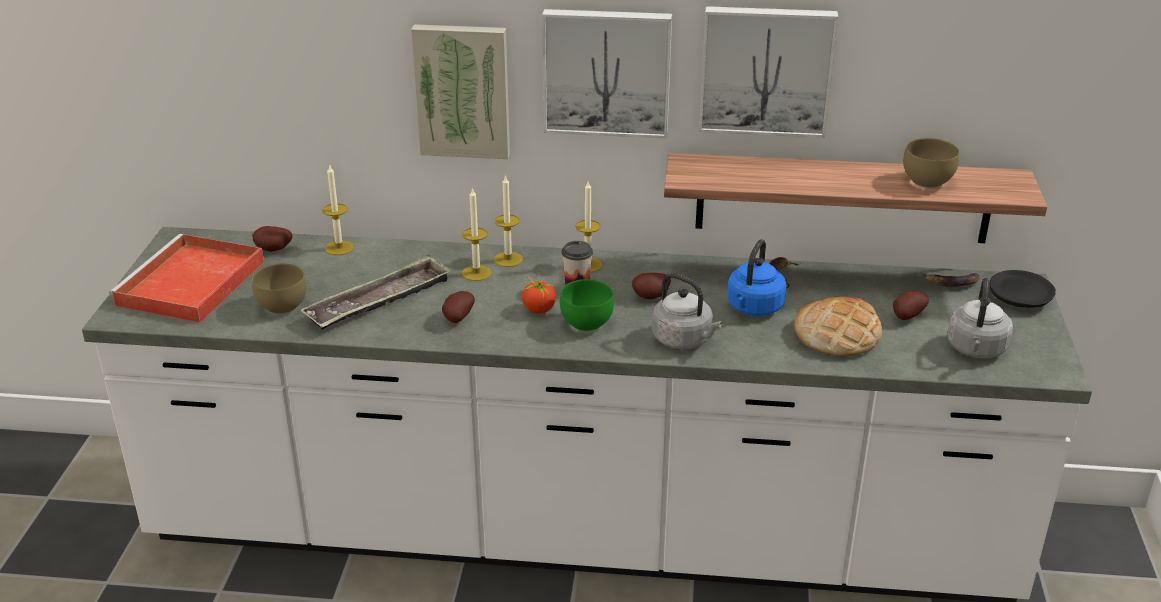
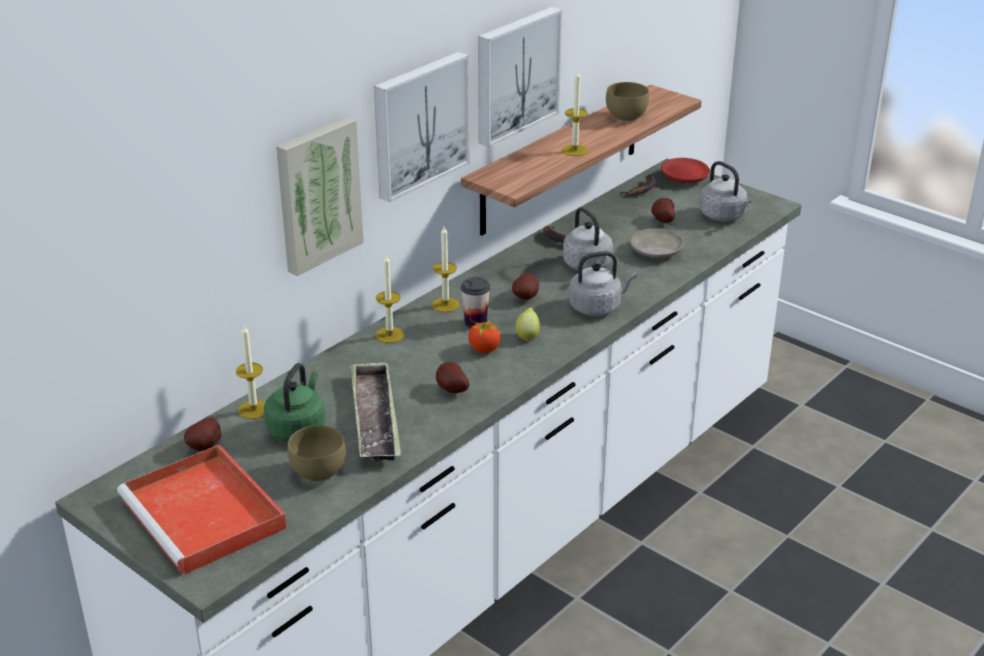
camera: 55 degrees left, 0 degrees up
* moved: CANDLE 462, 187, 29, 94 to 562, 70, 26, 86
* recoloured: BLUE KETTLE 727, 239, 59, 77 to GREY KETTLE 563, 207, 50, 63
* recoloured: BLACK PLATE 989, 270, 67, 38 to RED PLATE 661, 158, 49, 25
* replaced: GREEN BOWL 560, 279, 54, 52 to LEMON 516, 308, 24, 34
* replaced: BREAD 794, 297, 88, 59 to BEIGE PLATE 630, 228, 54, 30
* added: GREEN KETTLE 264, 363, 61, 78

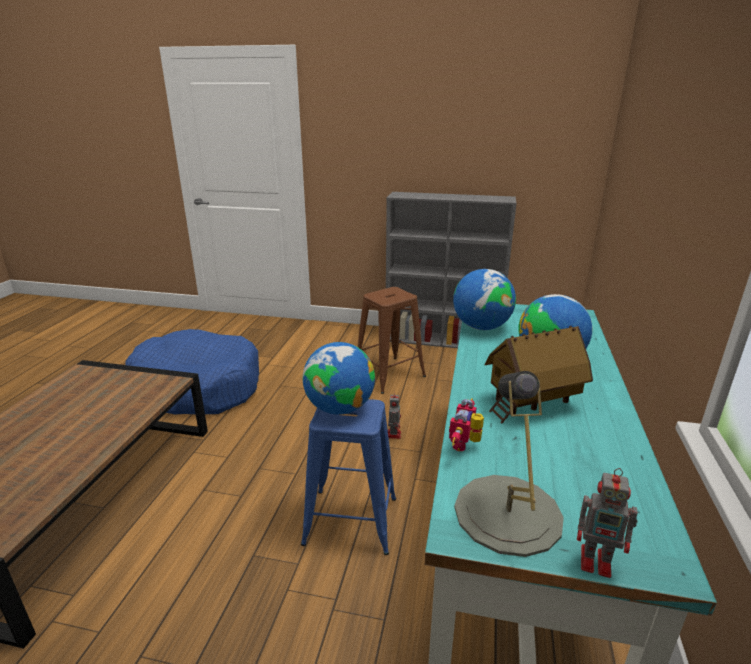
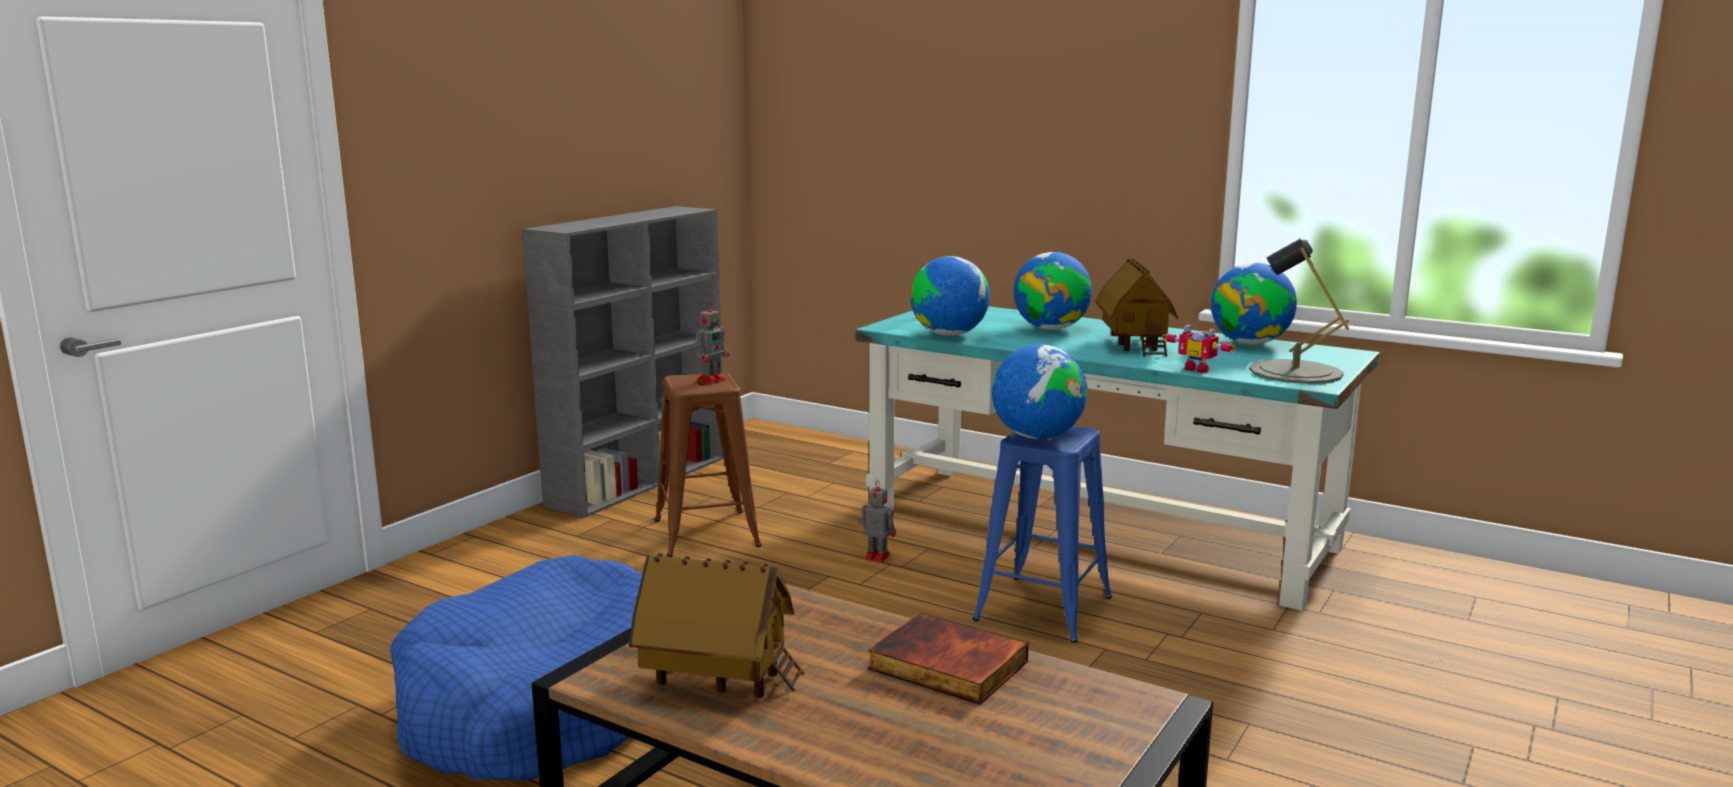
camera: 70 degrees left, 10 degrees down
* moved: TOY ROBOT 577, 468, 60, 110 to 697, 303, 32, 80
* added: GLOBE 1211, 262, 86, 83
* added: TOY HOUSE 629, 554, 176, 144
* added: BOOK 868, 612, 161, 93

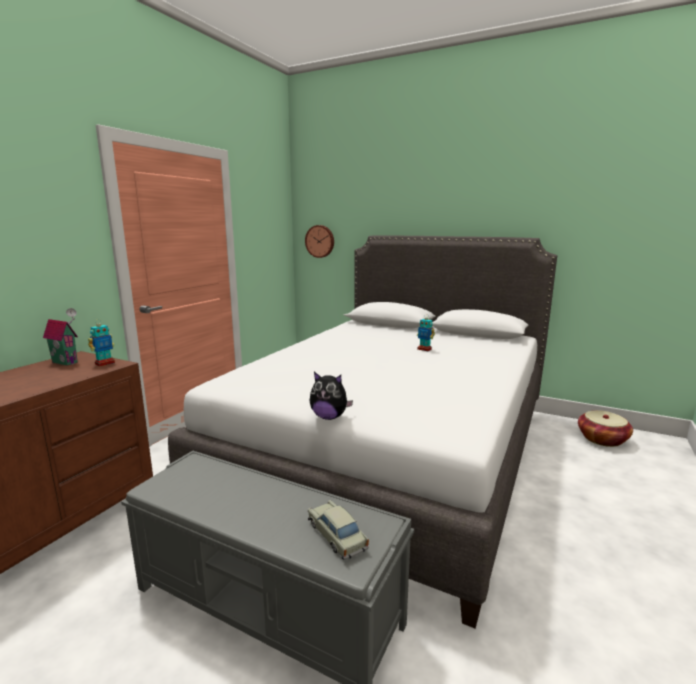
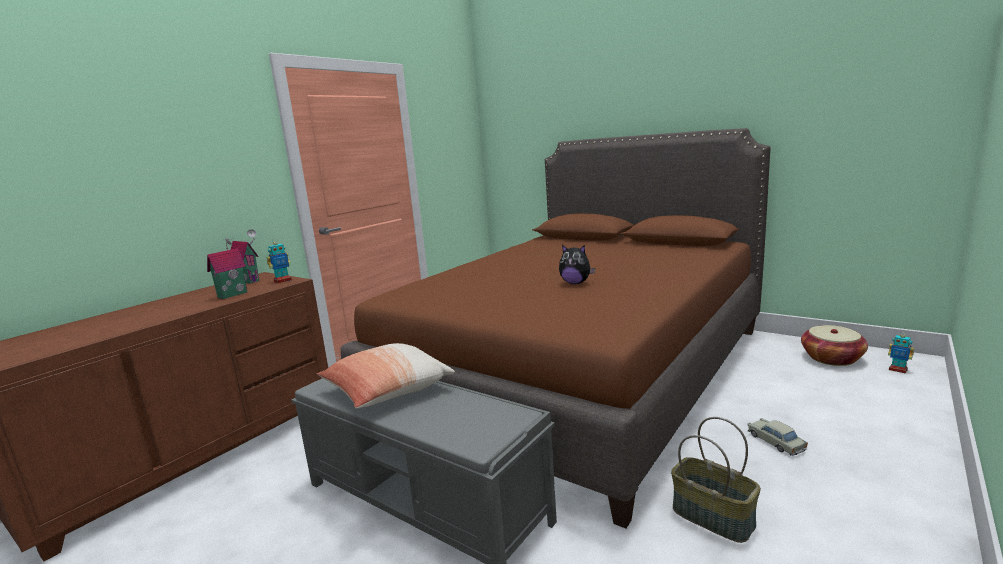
camera: 10 degrees right, 0 degrees up
* removed: WALL CLOCK 305, 225, 29, 33
* recoloured: WHITE BED 168, 236, 389, 392 to BROWN BED 341, 128, 430, 401
* moved: TOY ROBOT 417, 314, 18, 37 to 888, 334, 26, 40
* moved: PLUSH TOY 309, 372, 44, 48 to 559, 245, 36, 39
* moved: BEIGE TOY CAR 308, 500, 61, 60 to 747, 418, 61, 38
* added: TOY HOUSE 207, 238, 40, 61
* added: PILLOW 317, 343, 138, 66
* added: BASKET 671, 417, 90, 126

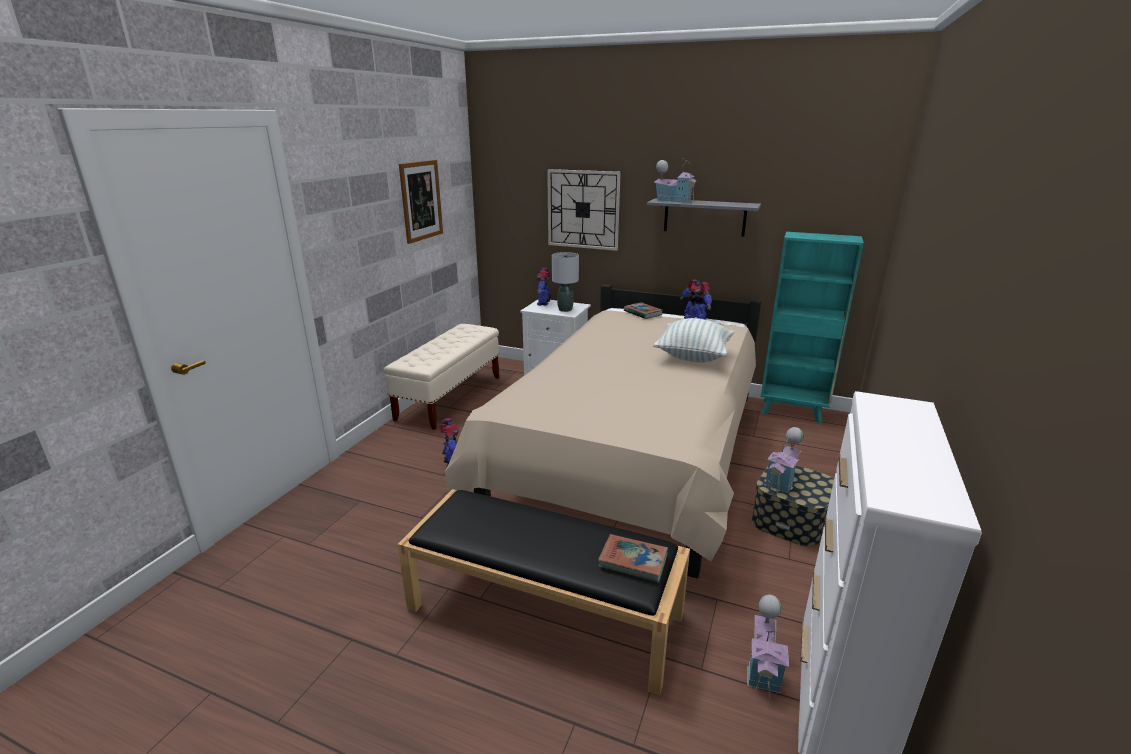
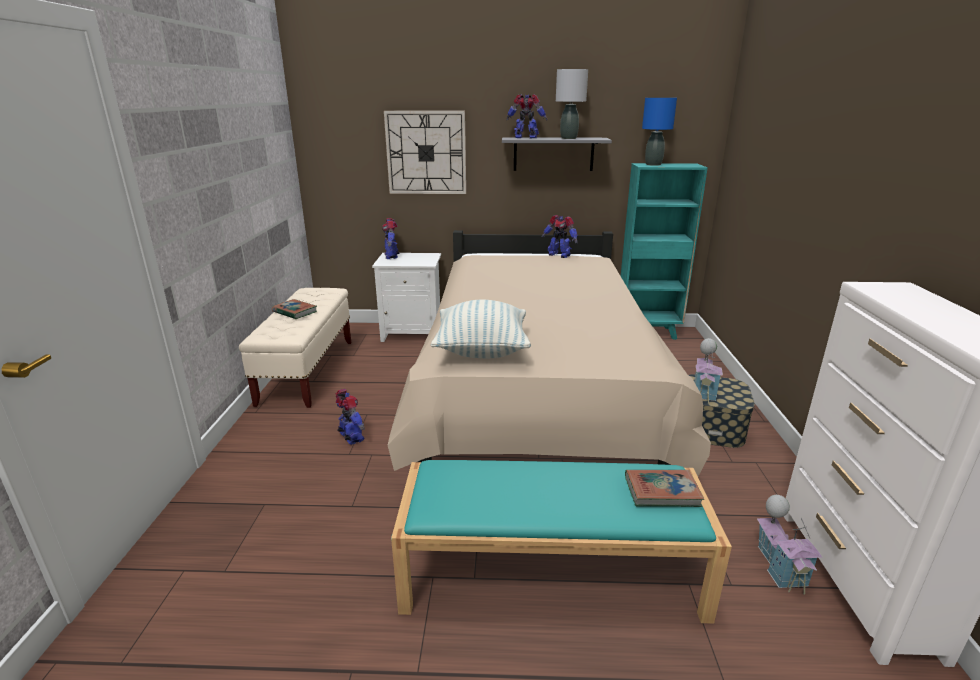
camera: 20 degrees left, 0 degrees up
* replaced: TOY HOUSE 654, 159, 44, 44 to TOY ROBOT 506, 94, 41, 44
* removed: PICTURE 399, 160, 44, 84
* moved: GREY TABLE LAMP 552, 252, 27, 60 to 556, 69, 32, 70
* moved: BOOK 624, 302, 38, 17 to 272, 299, 45, 20
* moved: PILLOW 653, 318, 81, 44 to 431, 300, 100, 58
* recoloured: BLACK BENCH 398, 489, 292, 207 to TURQUOISE BENCH 391, 460, 341, 164
* added: BLUE TABLE LAMP 642, 98, 35, 68

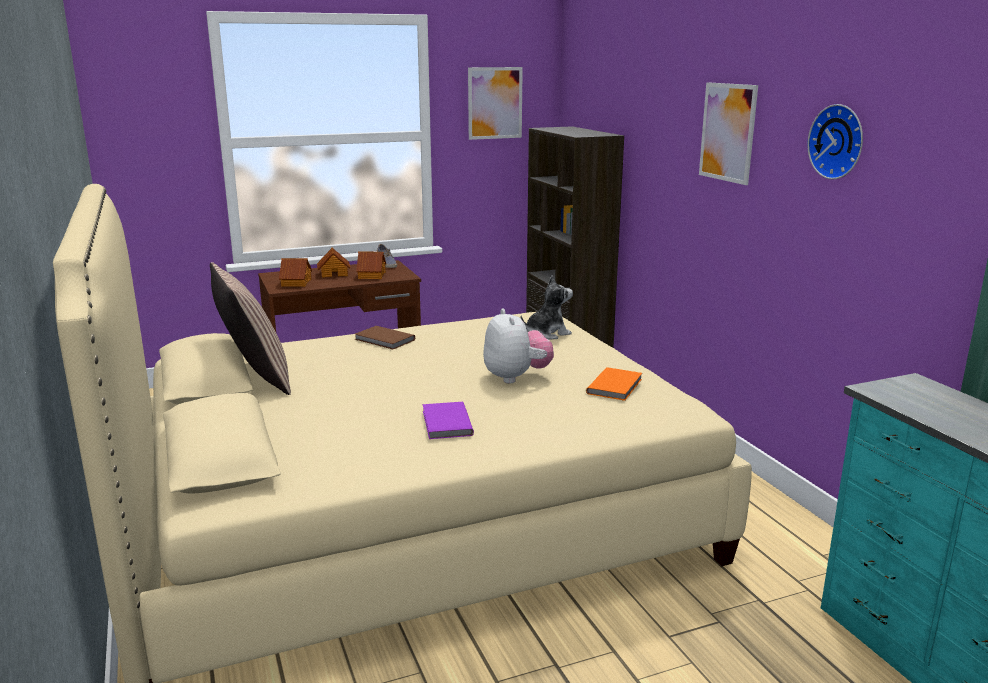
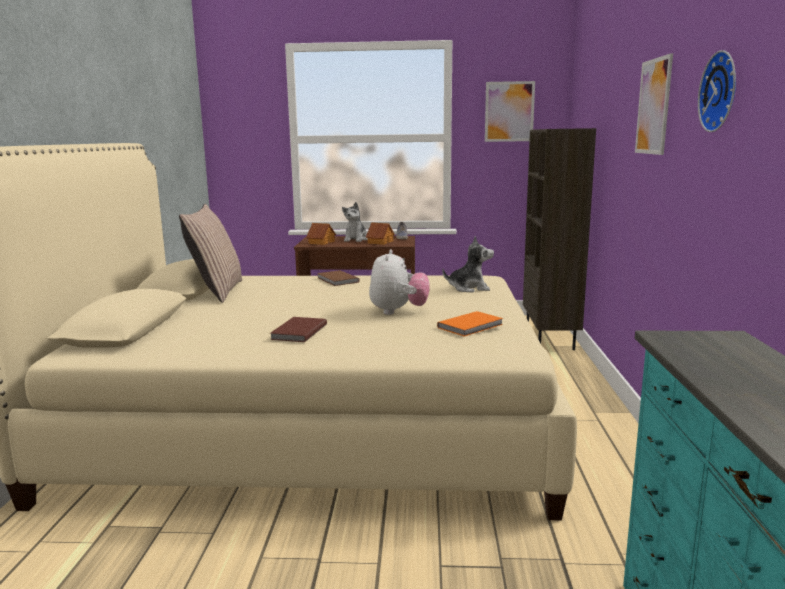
camera: 25 degrees right, 5 degrees down
* replaced: TOY HOUSE 317, 248, 34, 30 to PLUSH TOY 342, 202, 26, 40
* recoloured: PURPLE BOOK 423, 402, 51, 37 to BROWN BOOK 270, 317, 57, 25

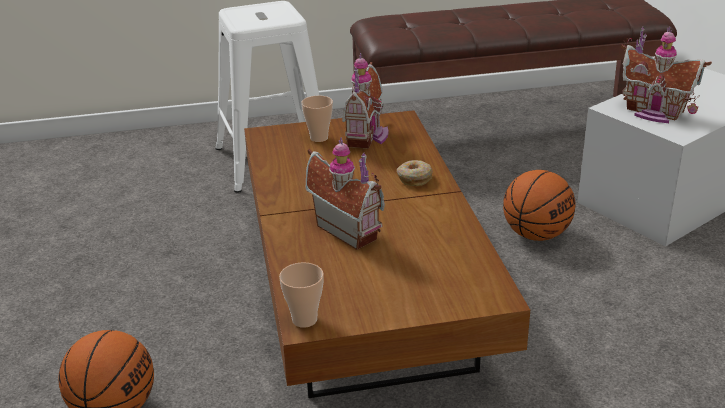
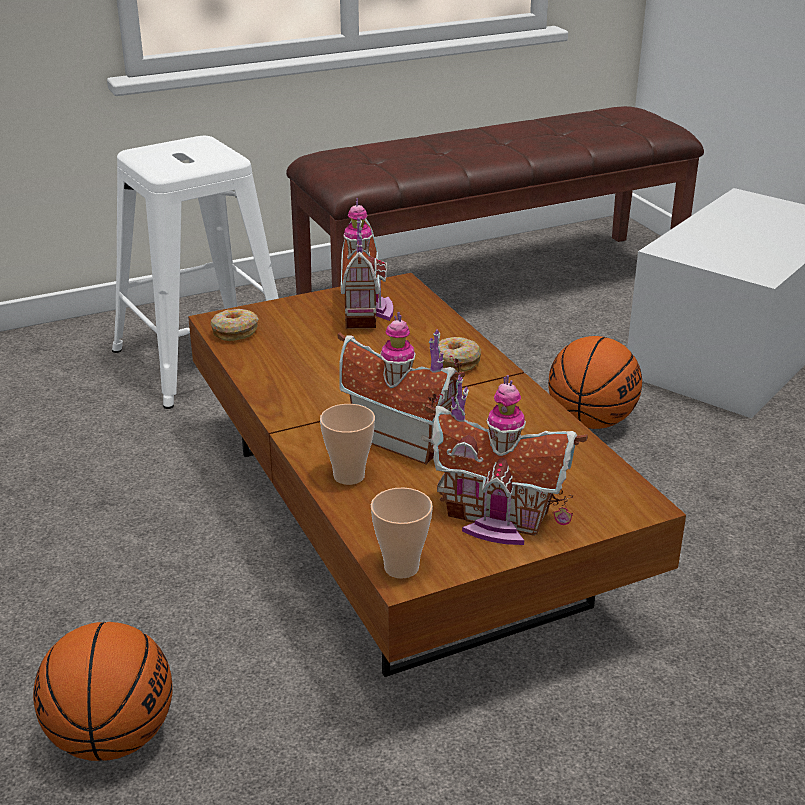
camera: 15 degrees left, 0 degrees up
* moved: TOY HOUSE 621, 27, 91, 96 to 425, 374, 163, 171
* moved: CUP 301, 96, 32, 46 to 320, 404, 55, 81
* added: DONUT 211, 309, 48, 32

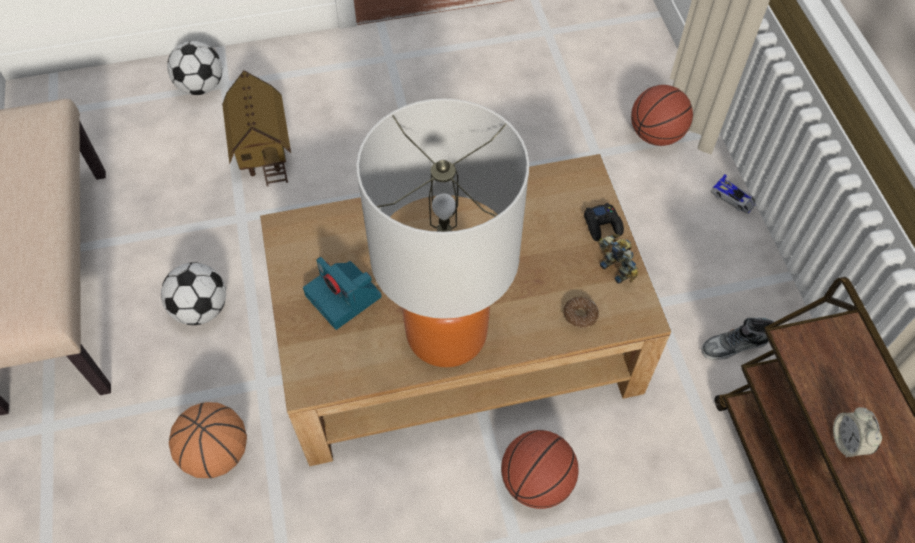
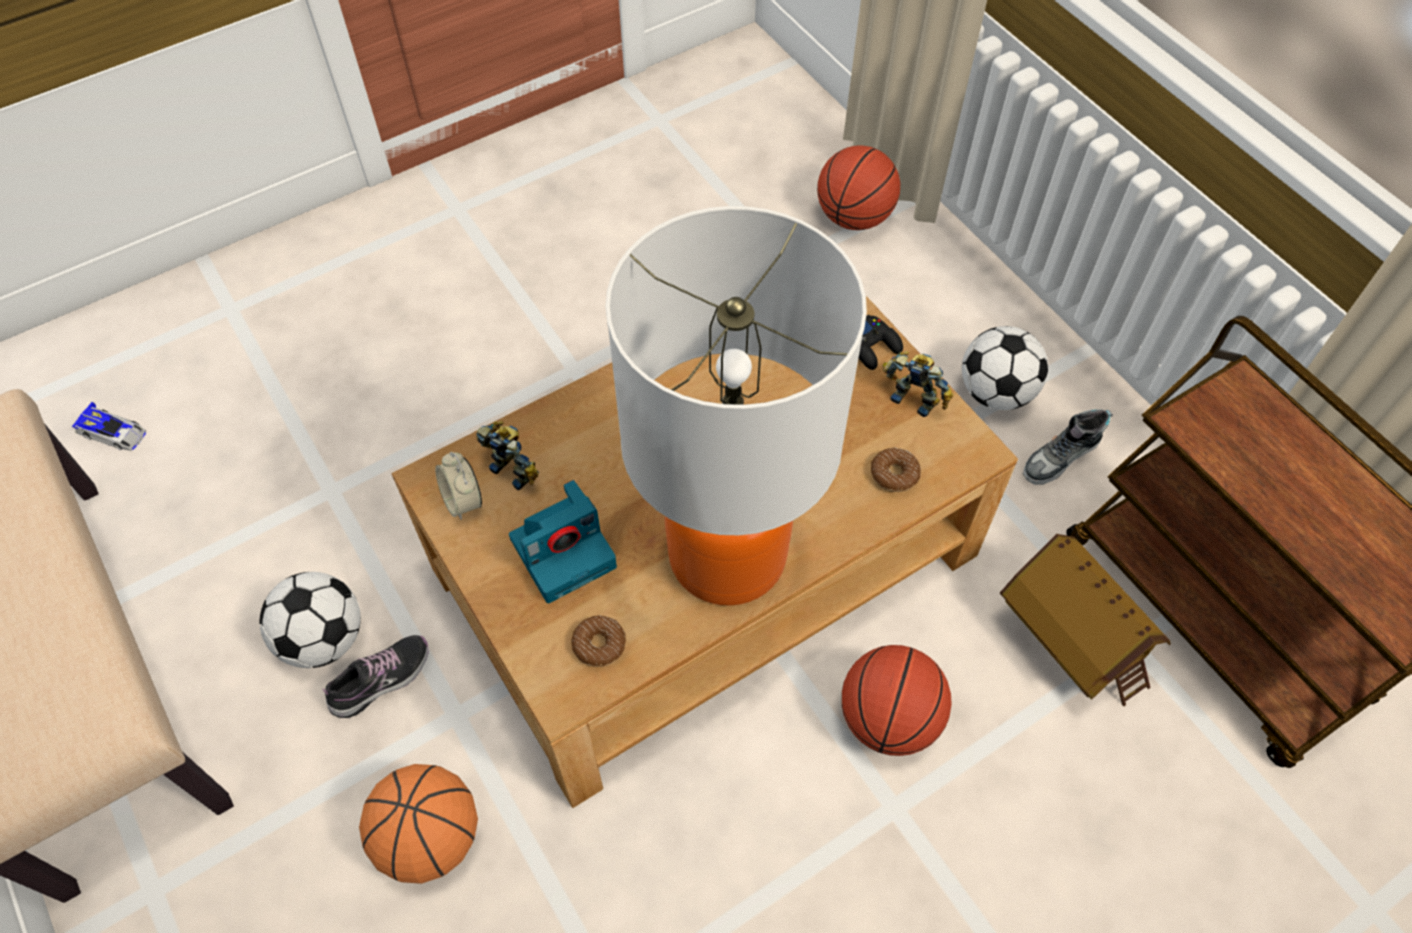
camera: 20 degrees left, 0 degrees up
* moved: FOOTBALL 167, 41, 55, 54 to 962, 326, 86, 84
* moved: TOY HOUSE 222, 70, 69, 116 to 1000, 534, 171, 172
* moved: TOY CAR 711, 174, 45, 39 to 72, 402, 74, 49
* turned: PHOTO CAMERA 303, 257, 79, 73 = 509, 480, 108, 123 60 degrees counterclockwise
* moved: ALARM CLOCK 833, 407, 49, 51 to 435, 452, 47, 68
* added: TOY ROBOT 476, 421, 63, 69
* added: DONUT 571, 615, 55, 52
* added: SHOE 323, 635, 105, 83

